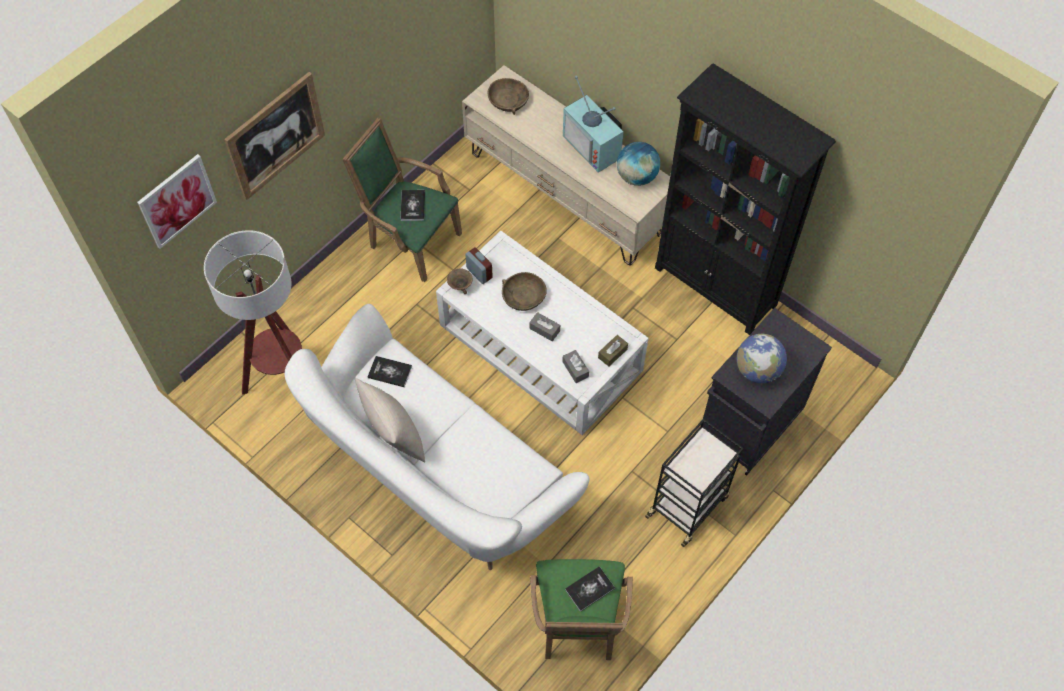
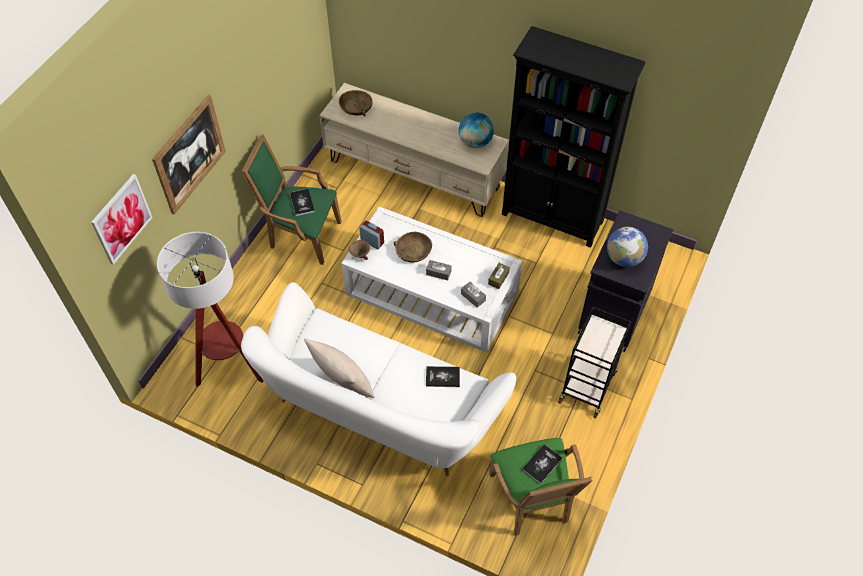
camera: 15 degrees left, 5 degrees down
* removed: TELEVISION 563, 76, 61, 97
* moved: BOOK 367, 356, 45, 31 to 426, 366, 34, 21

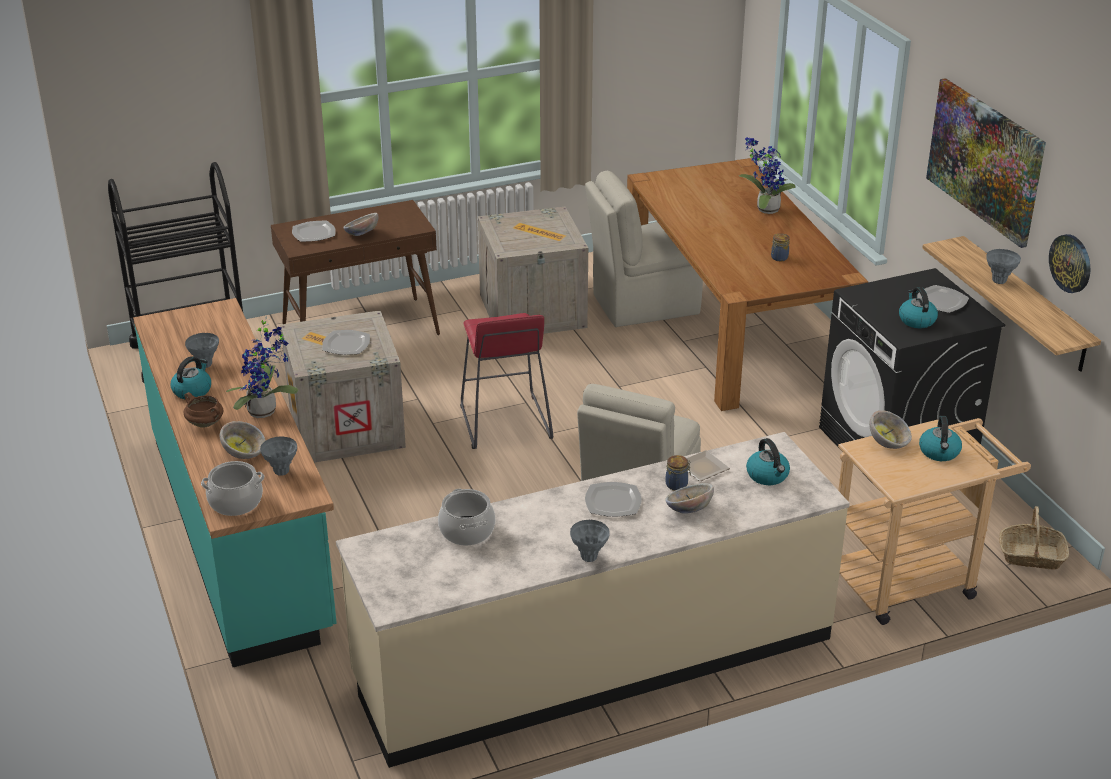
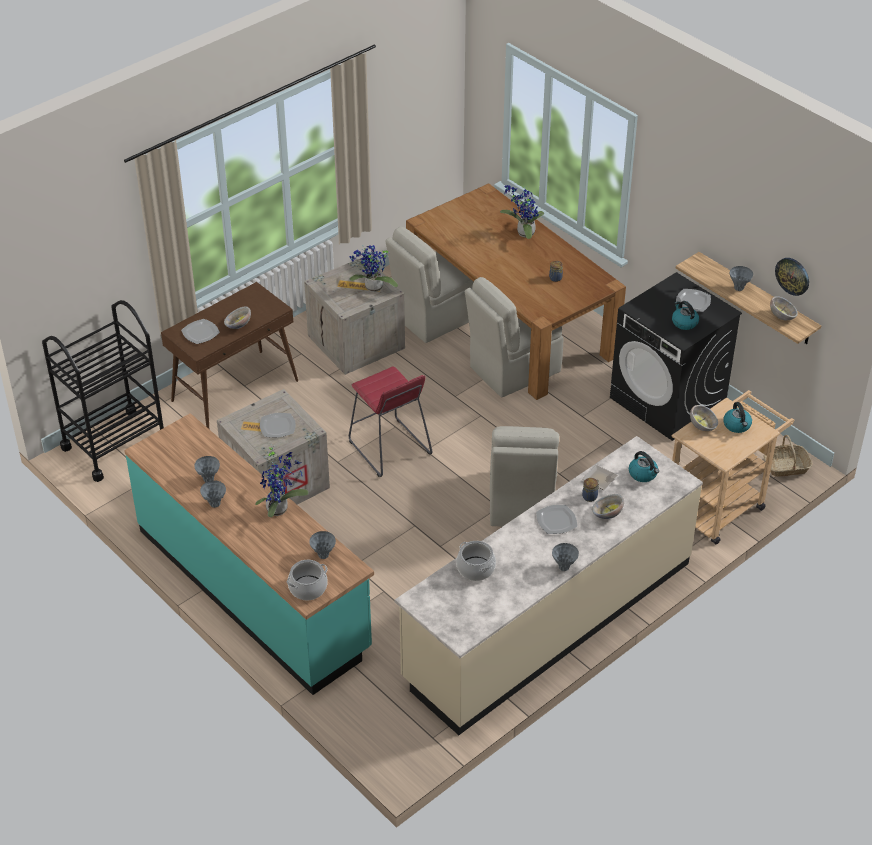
camera: 20 degrees left, 10 degrees up
* removed: PICTURE 926, 78, 120, 170
* replaced: KETTLE 170, 356, 41, 43 to GREY VASE 200, 481, 26, 27
* removed: BROWN COOKING POT 183, 392, 40, 36
* moved: BOWL 220, 421, 46, 38 to 770, 296, 28, 25
* added: POTTED PLANT 349, 245, 49, 47
* added: BEIGE CHAIR 465, 277, 98, 121

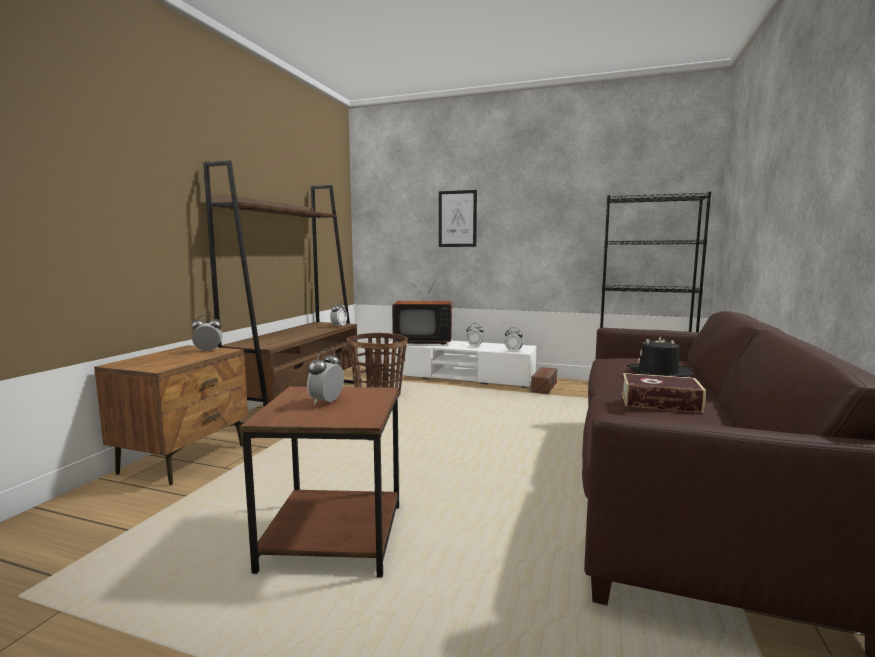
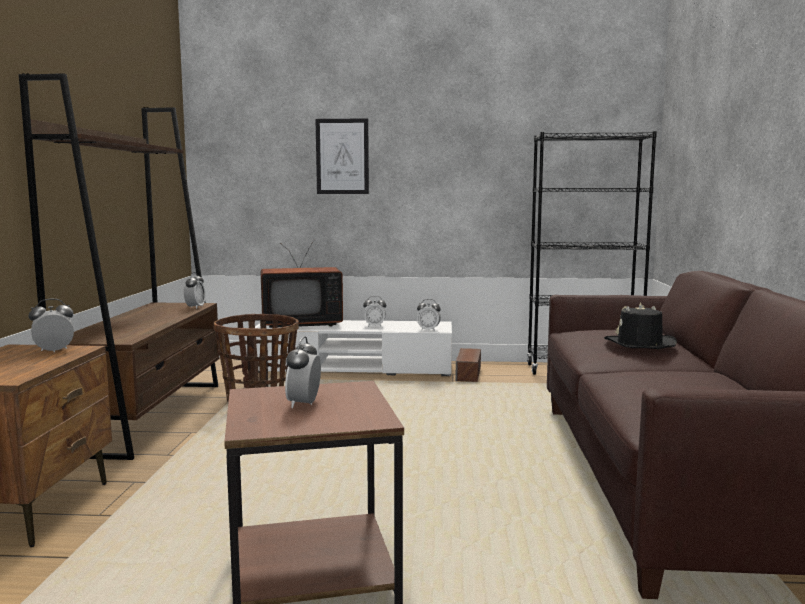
camera: 15 degrees left, 0 degrees up
* removed: BOOK 622, 373, 84, 40

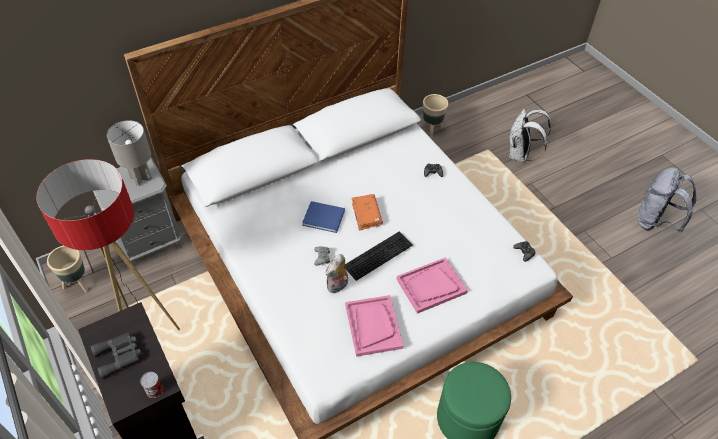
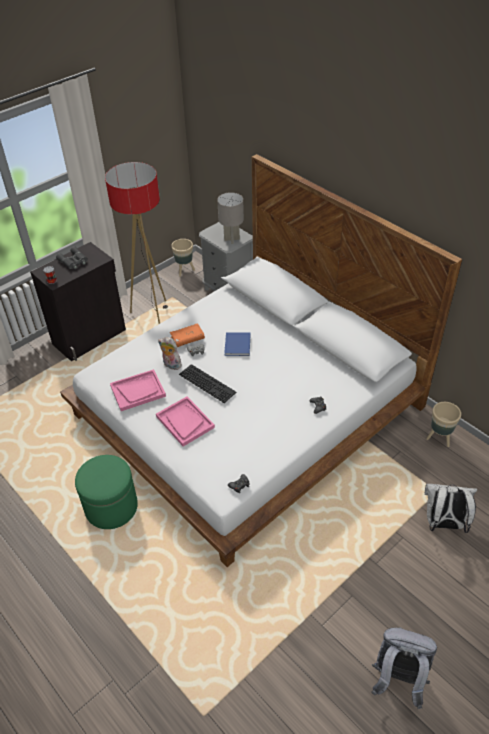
camera: 80 degrees right, 5 degrees down
* moved: ORANGE BOOK 352, 194, 31, 37 to 170, 323, 35, 24

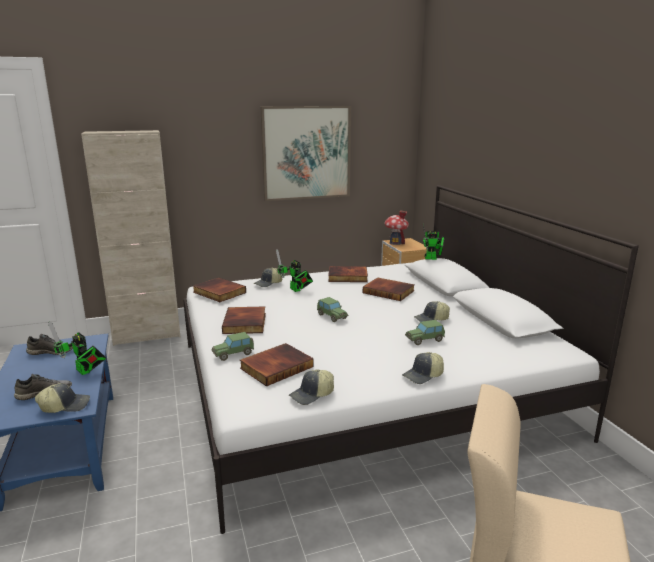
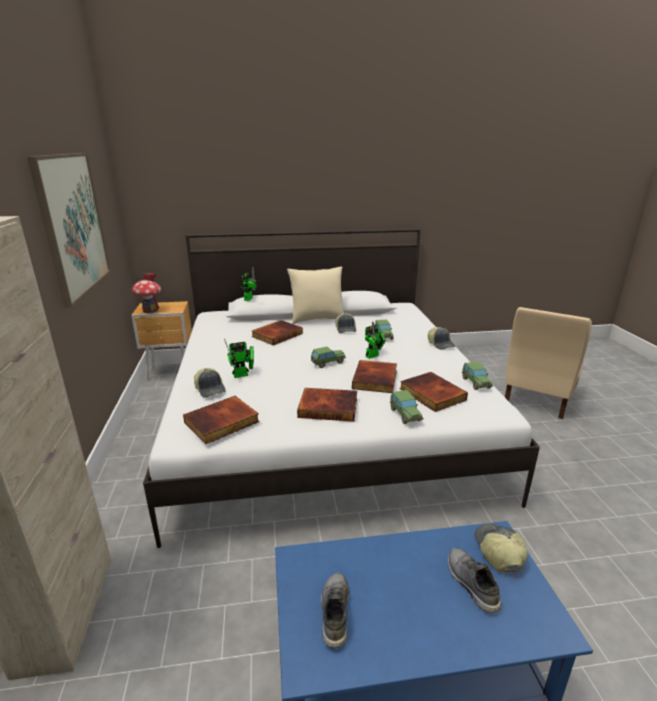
camera: 80 degrees left, 5 degrees up
* moved: BOOK 328, 266, 40, 16 to 352, 360, 45, 33
* moved: TOY ROBOT 48, 321, 58, 54 to 365, 322, 21, 37
* replaced: CAP 289, 369, 45, 36 to TOY CAR 462, 362, 31, 28
* added: BEIGE PILLOW 287, 267, 57, 57

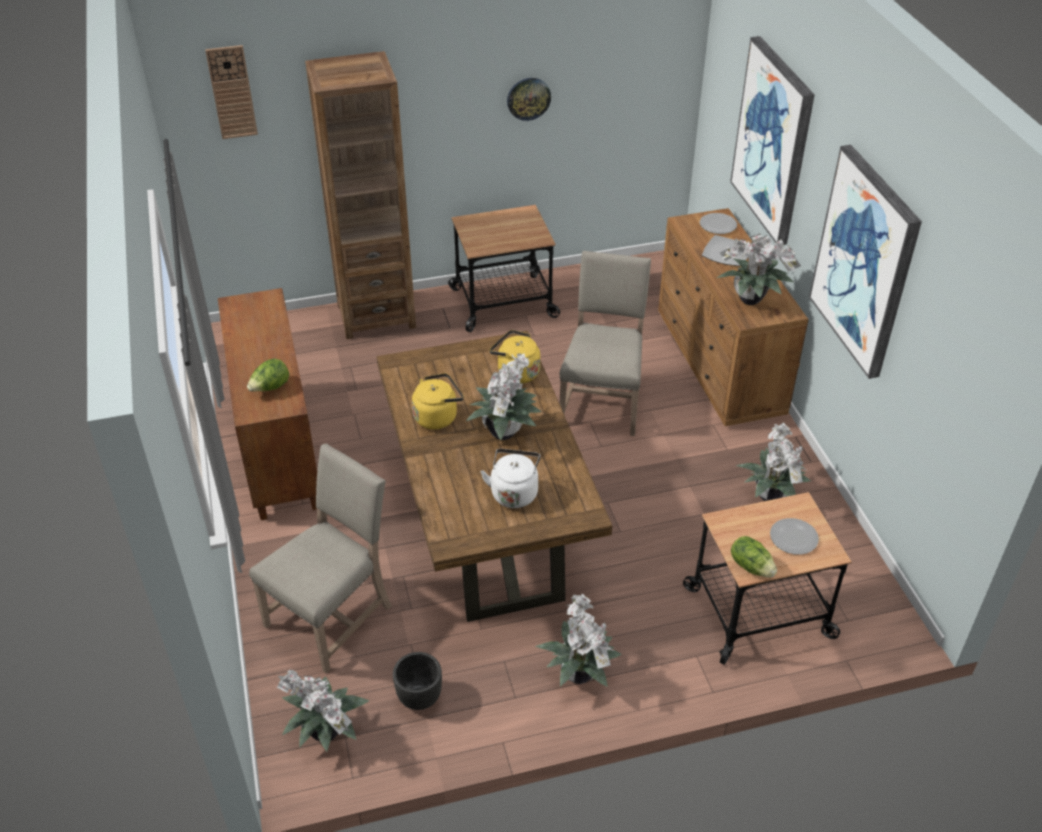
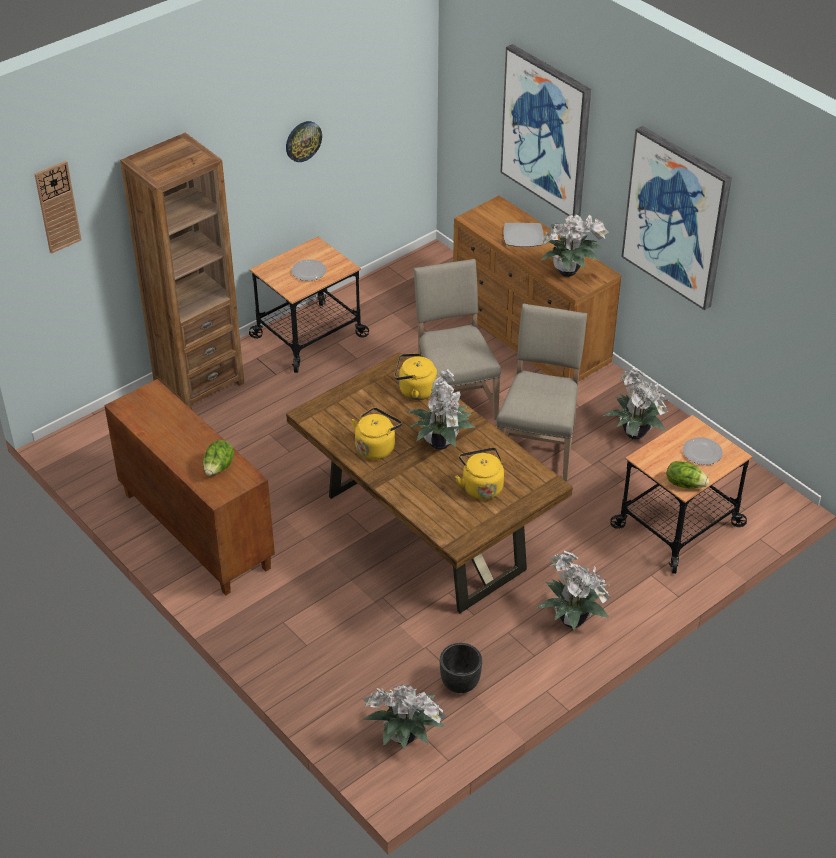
camera: 25 degrees left, 0 degrees up
* moved: PLATE 700, 213, 37, 21 to 291, 260, 35, 21
* moved: BEIGE CHAIR 249, 444, 143, 230 to 496, 304, 91, 177
* recoloured: WHITE KETTLE 481, 449, 59, 59 to YELLOW KETTLE 455, 447, 49, 53

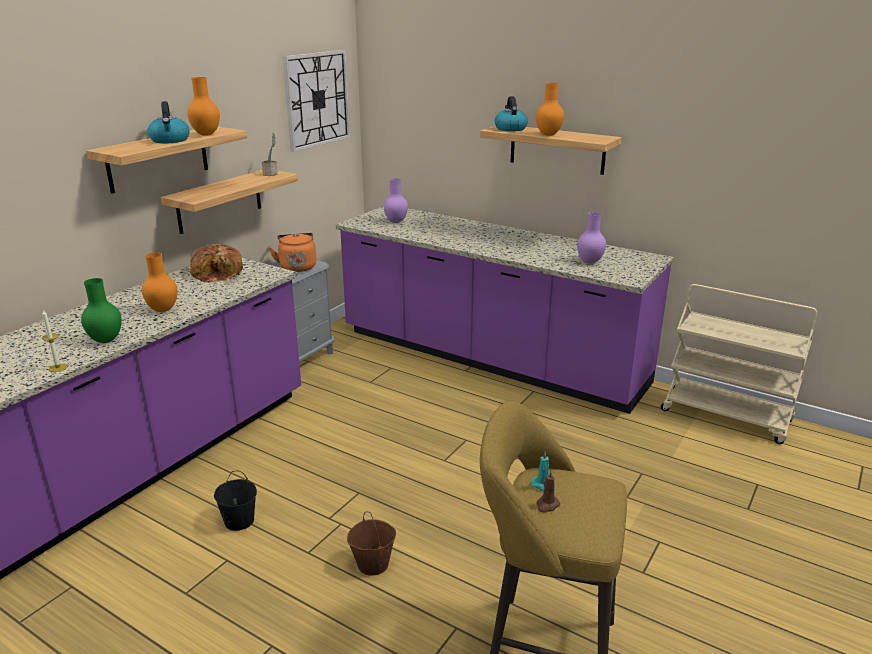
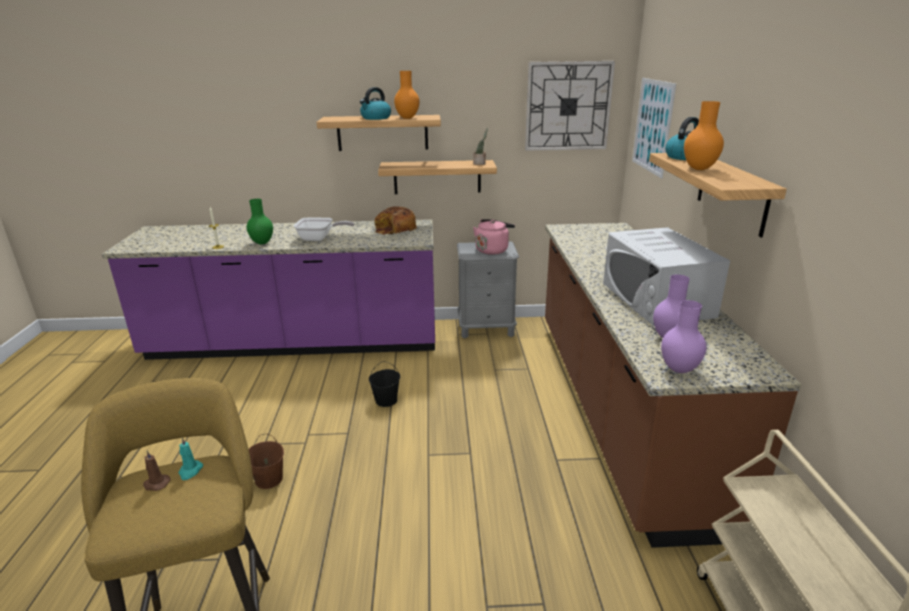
camera: 55 degrees right, 0 degrees up
* moved: PURPLE VASE 384, 178, 24, 45 to 661, 300, 46, 73
* recoloured: PURPLE COUNTER 336, 206, 338, 208 to BROWN COUNTER 545, 223, 256, 325
* recoloured: ORANGE KETTLE 269, 233, 48, 39 to PINK KETTLE 473, 219, 42, 36
* replaced: ORANGE VASE 142, 252, 36, 60 to FRYING PAN 294, 217, 60, 24
* moved: BLACK BUCKET 214, 471, 43, 60 to 369, 361, 31, 46
* added: PICTURE 632, 78, 44, 100
* added: WHITE MICROWAVE 603, 227, 127, 99

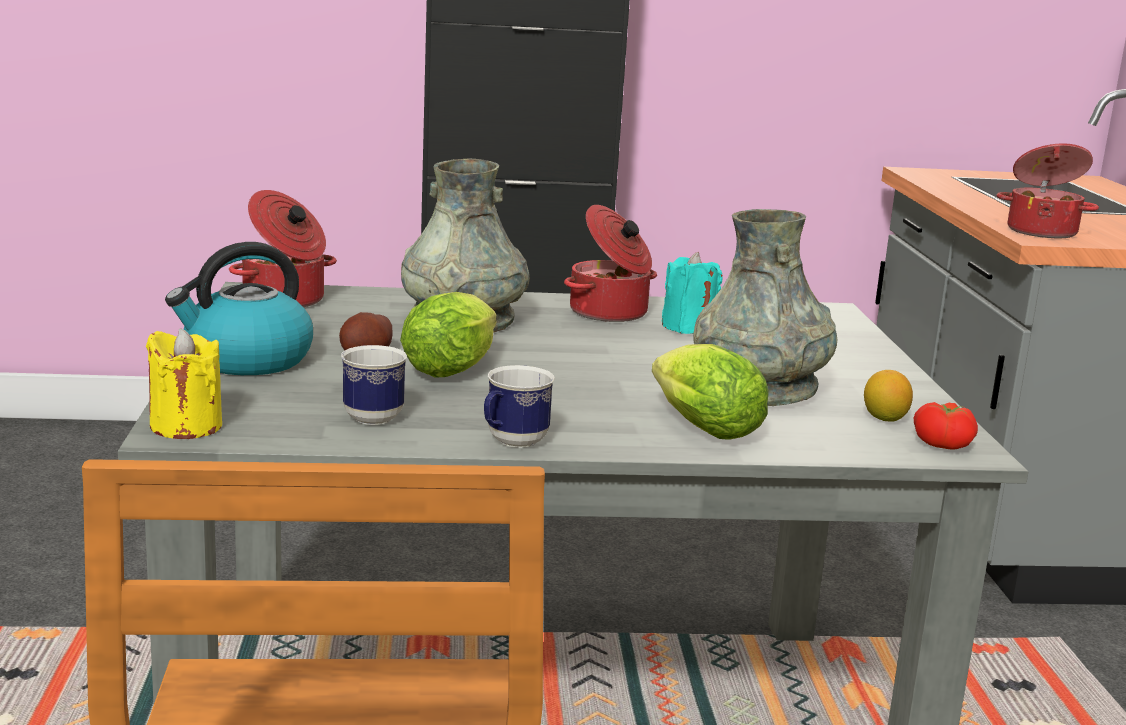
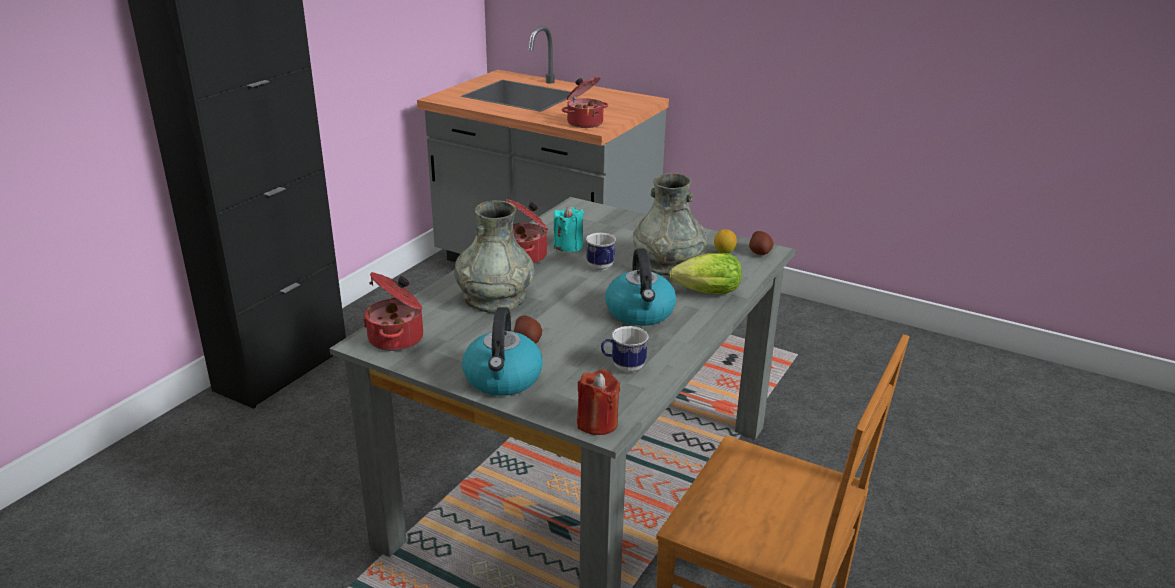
camera: 55 degrees left, 10 degrees up
* removed: LETTUCE 400, 292, 97, 86
* recoloured: YELLOW CANDLE 146, 328, 76, 111 to RED CANDLE 577, 369, 43, 66
* moved: MUG 484, 365, 71, 83 to 586, 233, 30, 37
* replaced: TOMATO 914, 402, 64, 48 to POTATO 749, 231, 25, 24
* added: KETTLE 605, 248, 71, 78

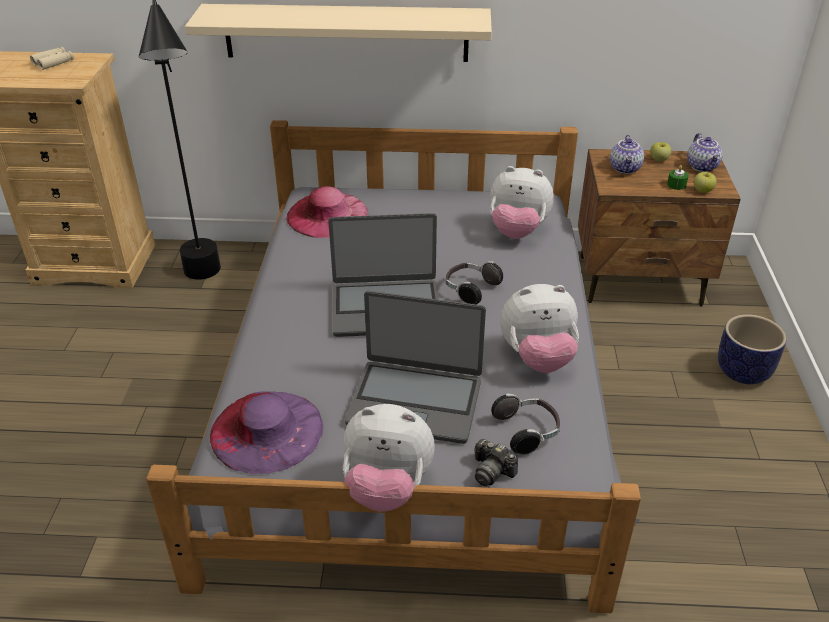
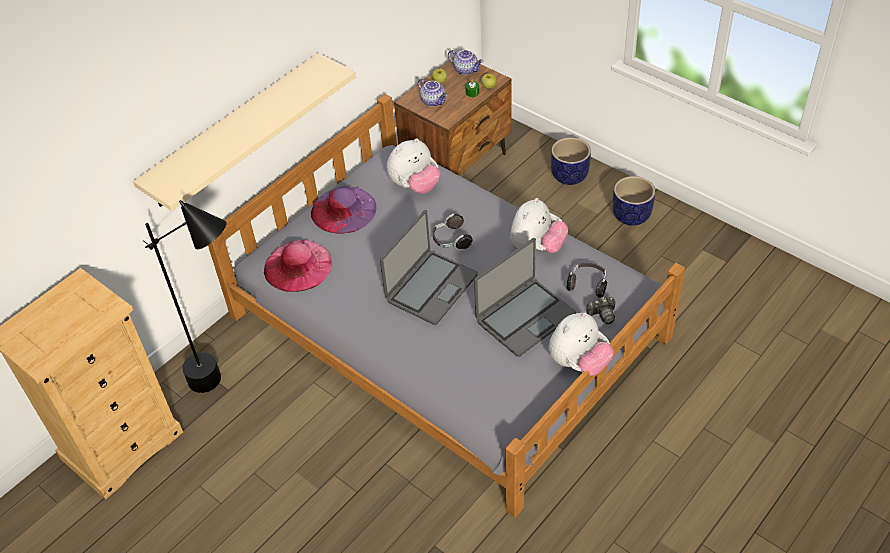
camera: 50 degrees left, 10 degrees up
* removed: BEIGE BINOCULARS 30, 47, 44, 23
* moved: PURPLE HAT 210, 391, 113, 83 to 311, 186, 65, 48
* added: PLANTER 613, 176, 42, 50

